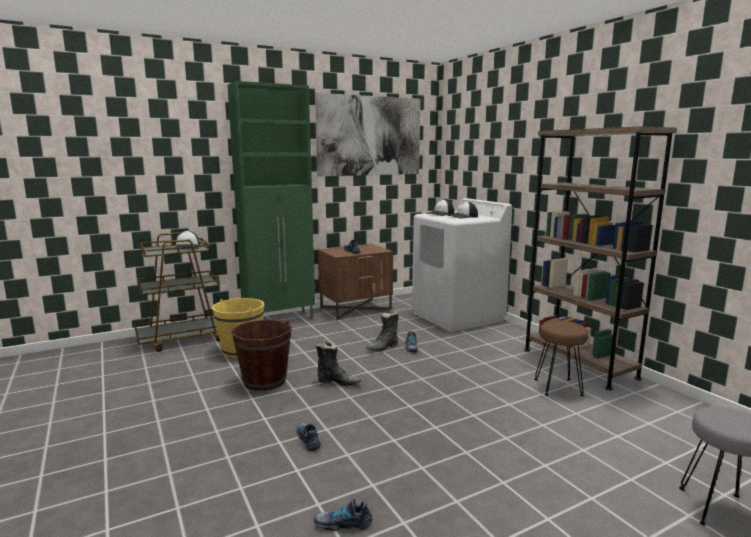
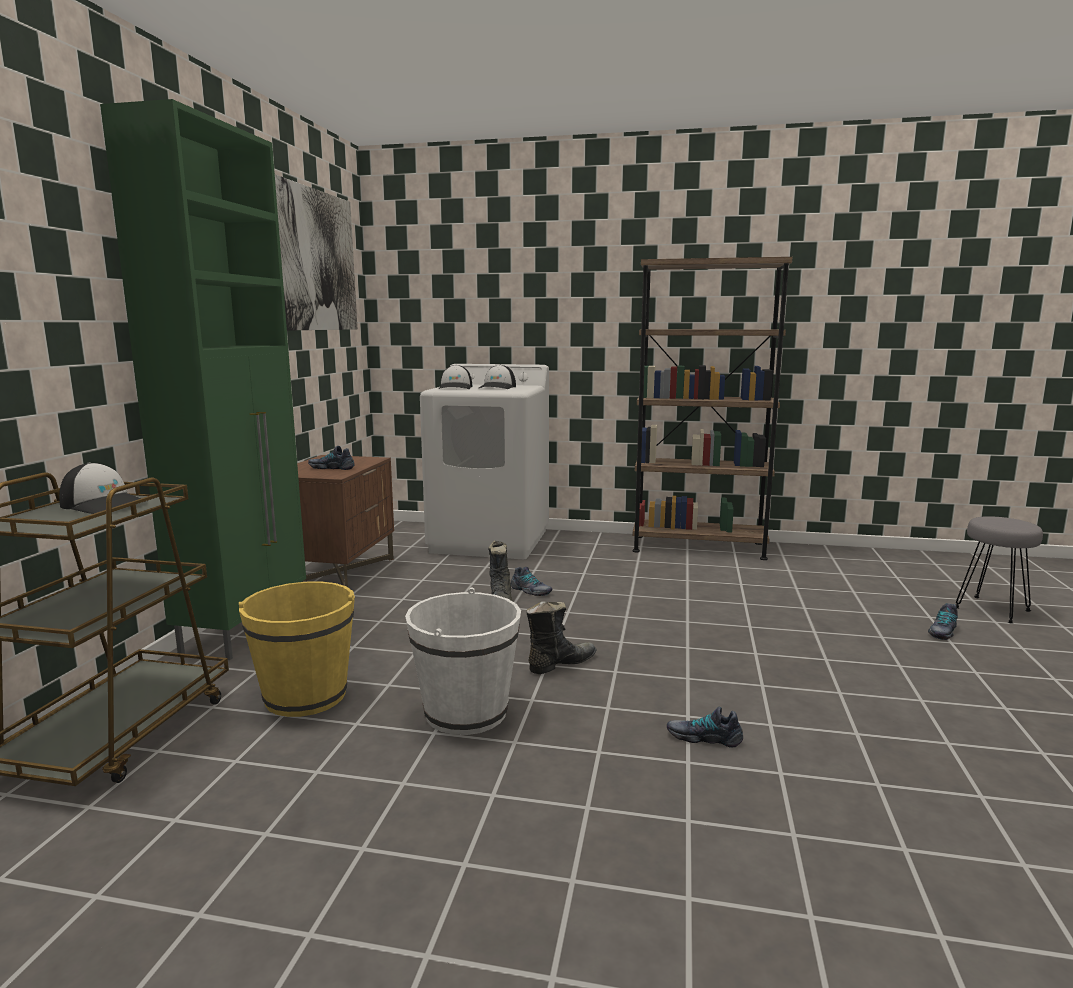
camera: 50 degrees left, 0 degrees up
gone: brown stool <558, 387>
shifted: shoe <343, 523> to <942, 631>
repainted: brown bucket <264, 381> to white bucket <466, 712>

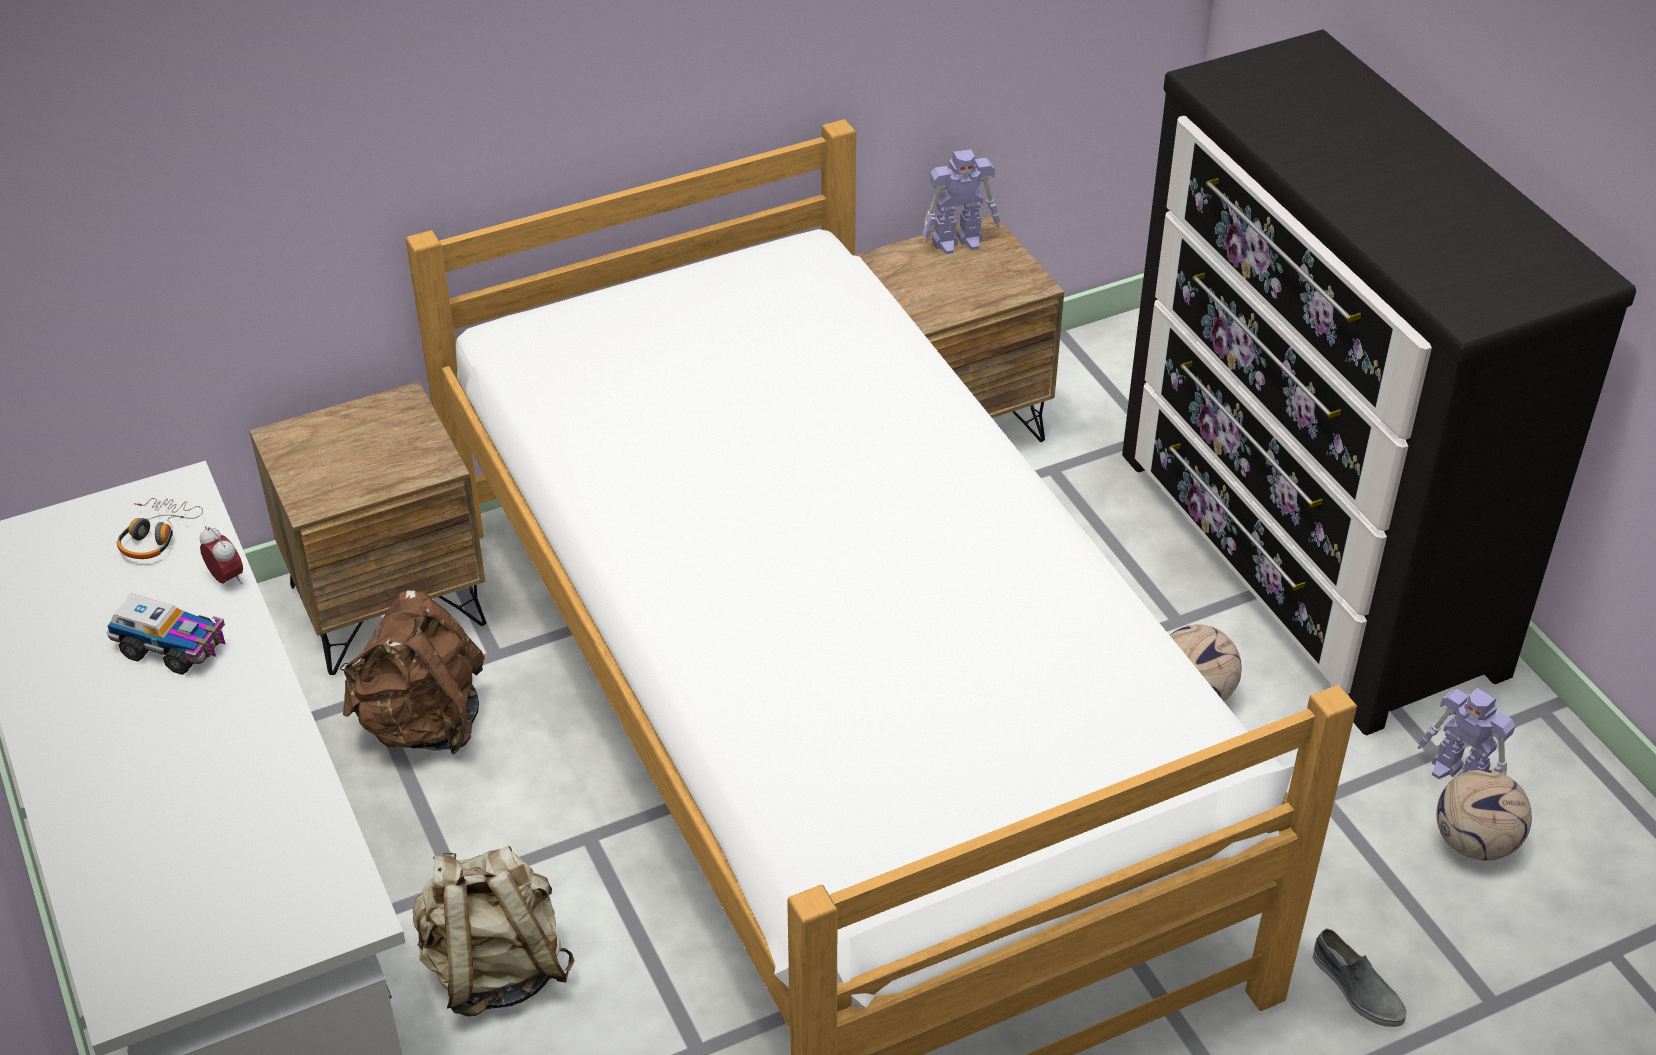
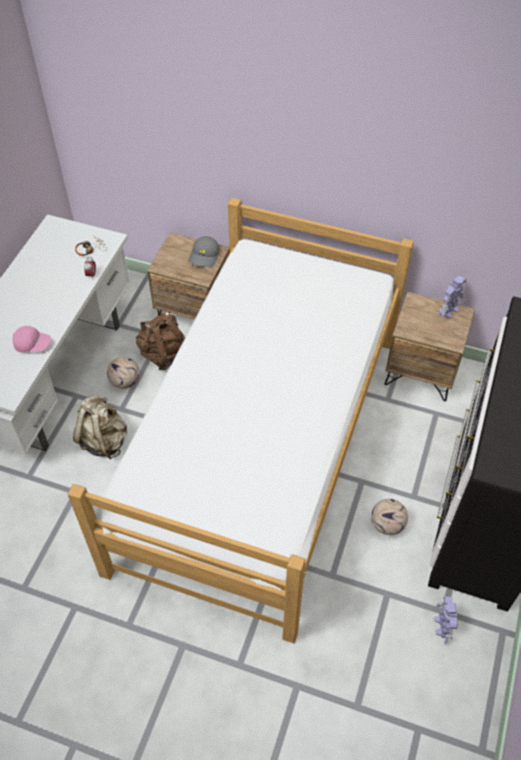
camera: 45 degrees right, 10 degrees up
gone: toy truck <173, 647>; grey shoe <1356, 988>
new: pink cap <33, 344>; grey cap <204, 256>
shifted: football <1473, 842> to <125, 381>
rotated: toy robot <959, 241> = <449, 310> 75 degrees counterclockwise

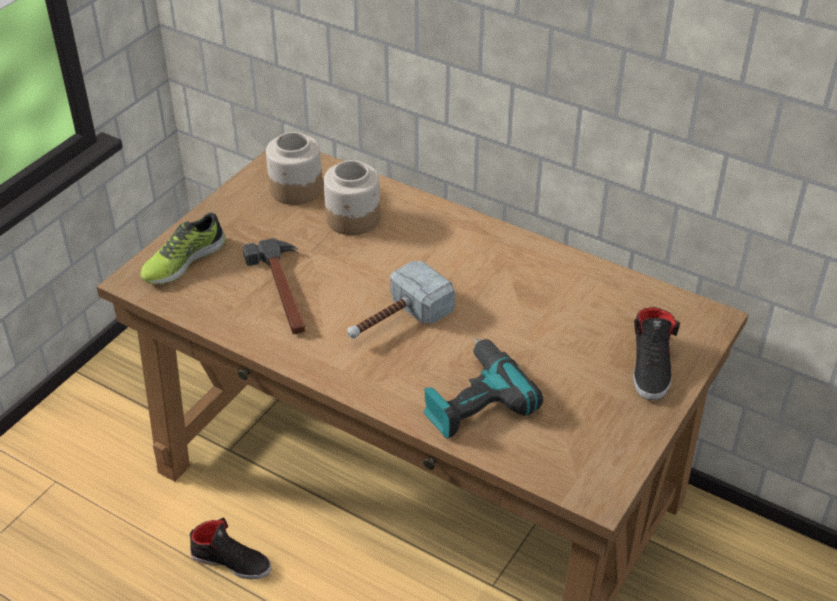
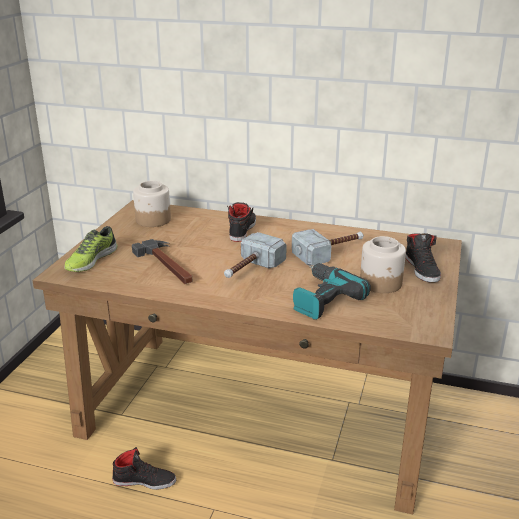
camera: 15 degrees left, 15 degrees down
new: black shoe <242, 229>; hammer <330, 252>
shifted: jar <353, 219> to <381, 283>

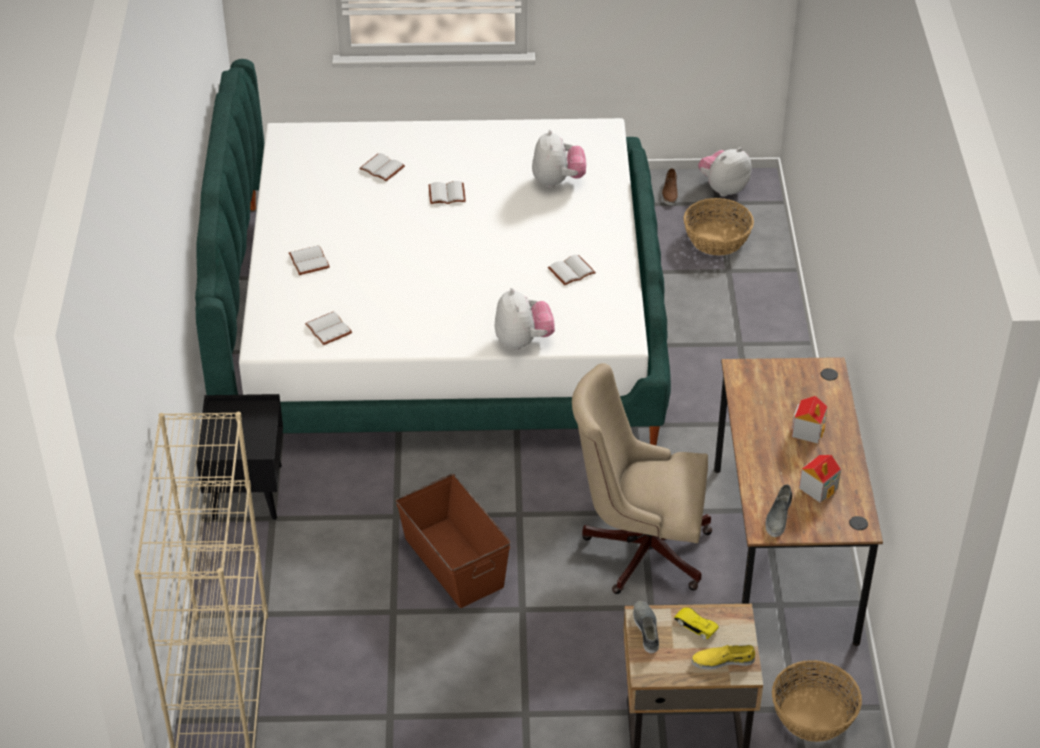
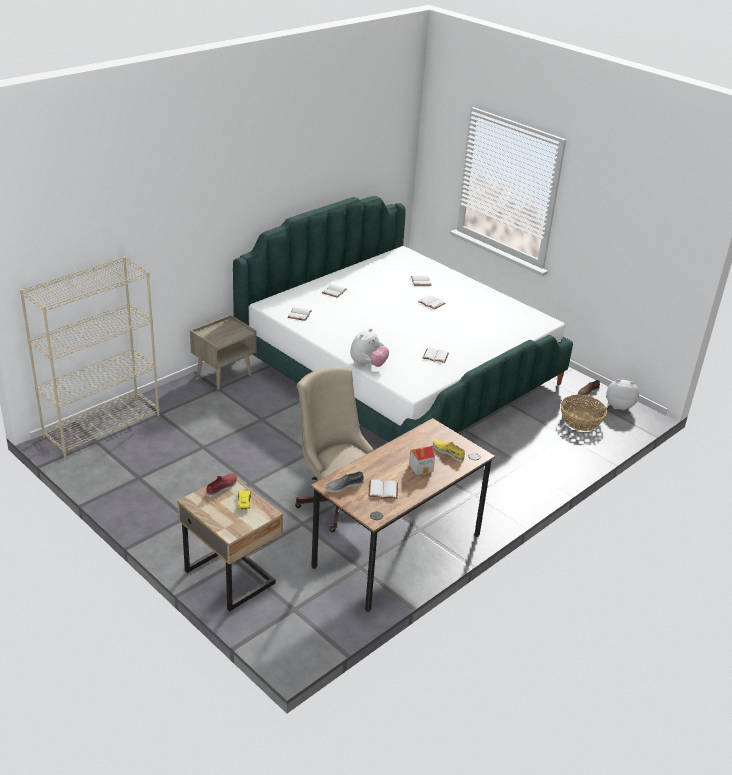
camera: 45 degrees right, 10 degrees down
gone: brown storage box <453, 563>; plush toy <557, 181>; basket <814, 714>
shifted: yellow shoe <722, 660> to <448, 452>
swapped: toy house <818, 488> to white book <383, 490>
repainted: black nightstand <246, 491> to beige nightstand <224, 374>; grey shoe <646, 629> to red shoe <222, 487>

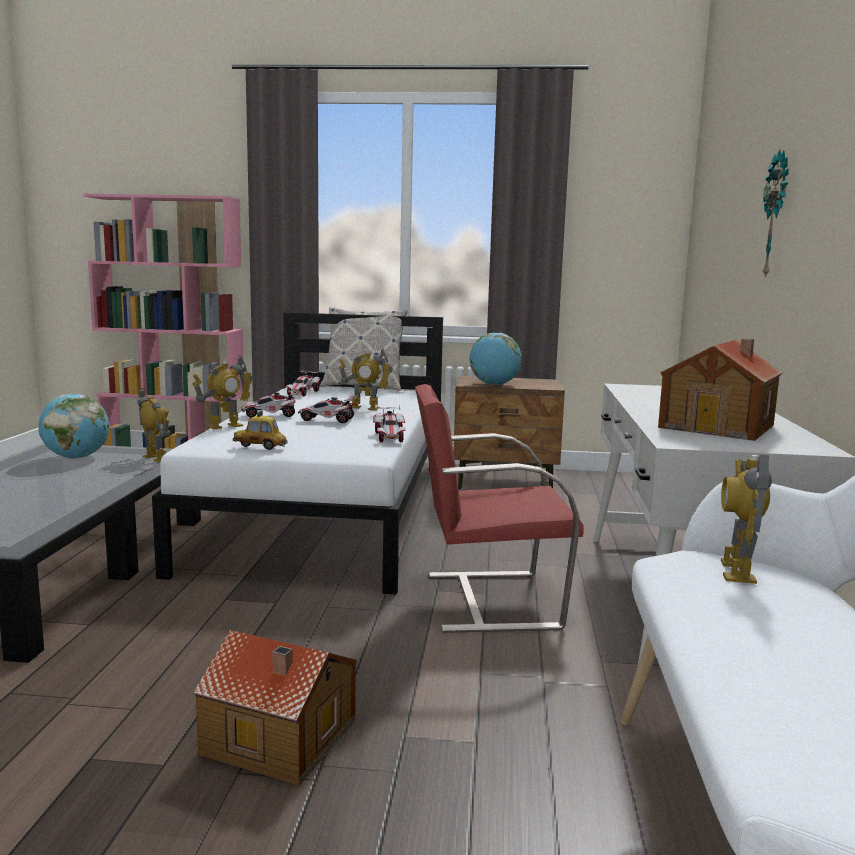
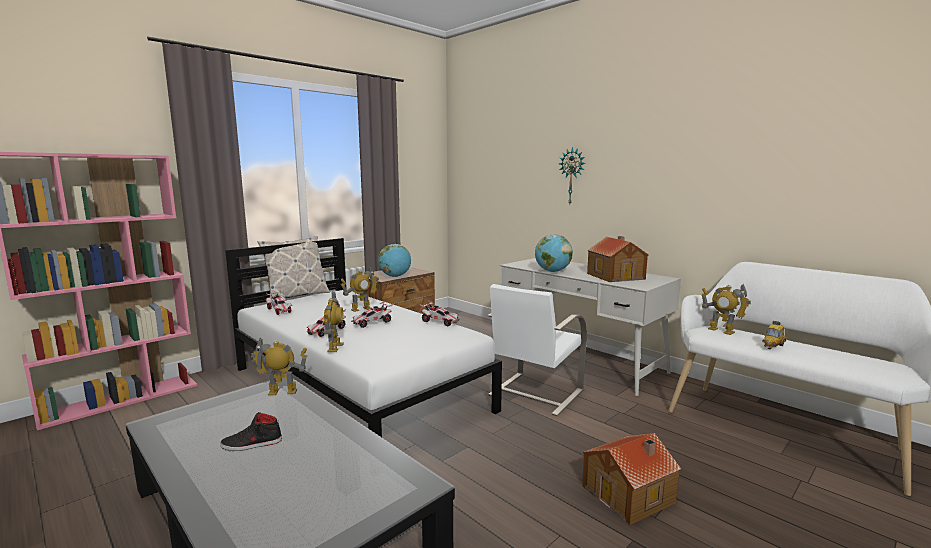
camera: 50 degrees left, 0 degrees up
new: black shoe <251, 444>
shifted: globe <76, 457> to <552, 271>; toy car <260, 447> to <773, 346>
repainted: red chair <487, 600> to white chair <534, 393>

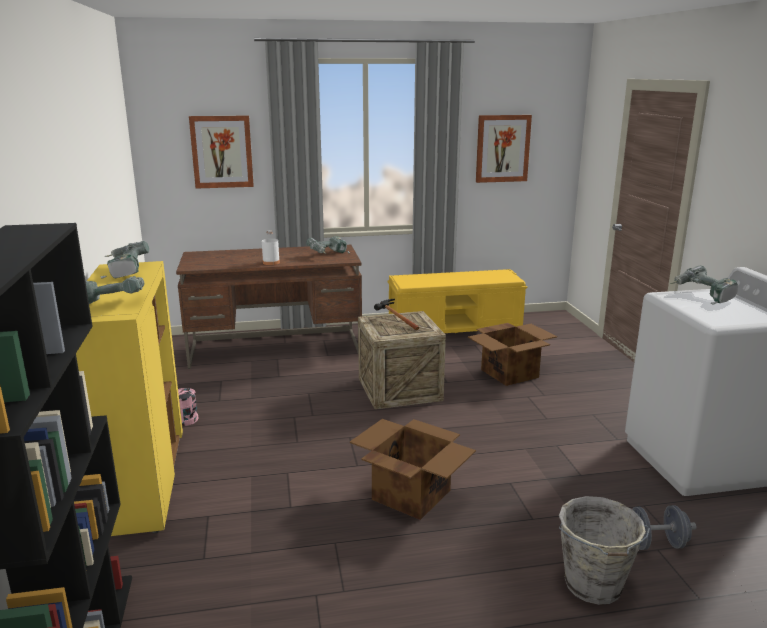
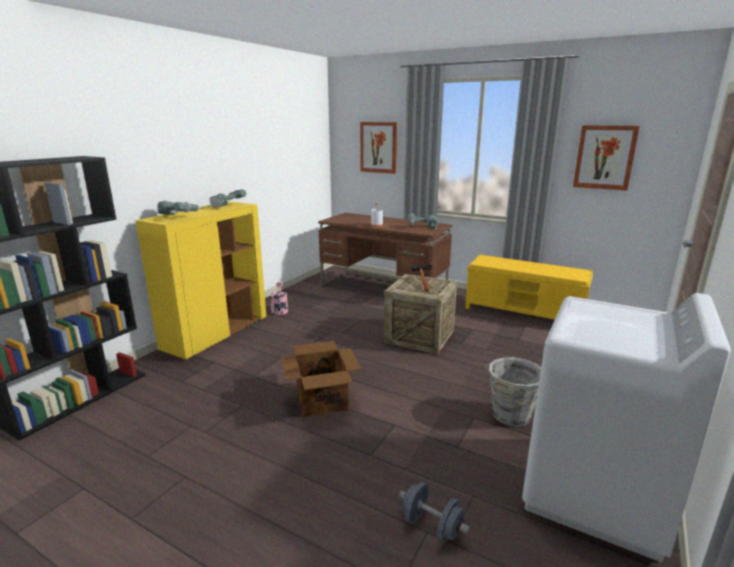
camera: 40 degrees right, 0 degrees up
gone: cardboard box <510, 373>; power drill <702, 296>
shifted: grey bucket <593, 586> to <510, 416>

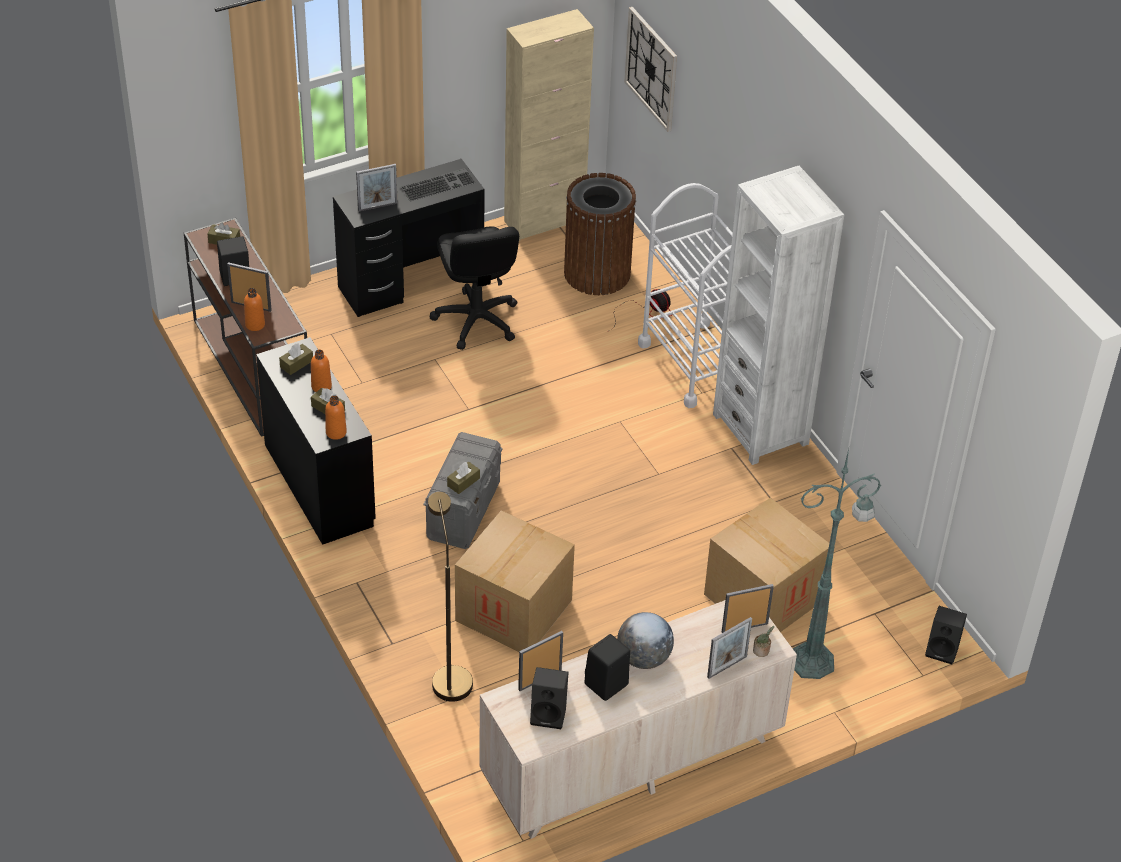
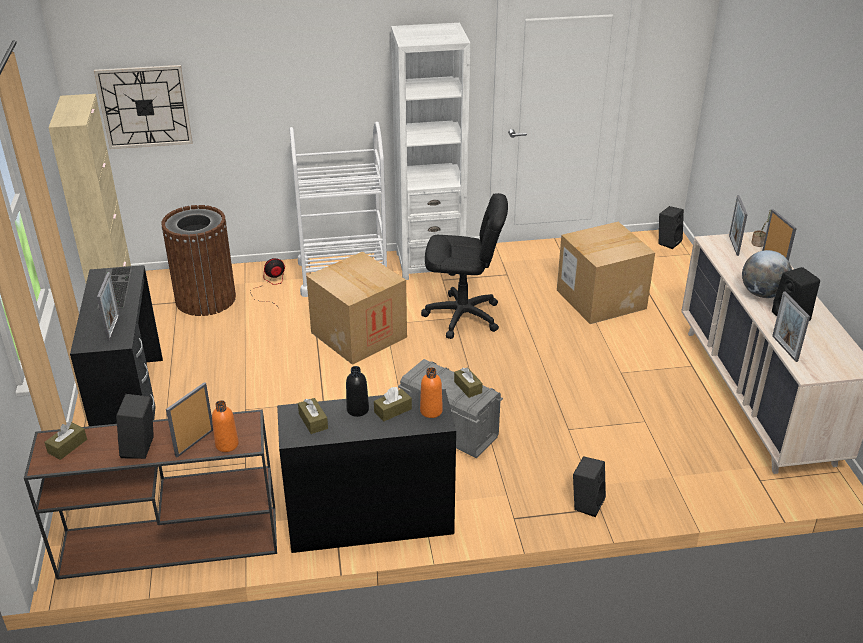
camera: 70 degrees left, 10 degrees down
gone: brown floor lamp <449, 676>; green floor lamp <814, 661>
shifted: cardboard box <513, 610> to <359, 335>; black office chair <476, 320> to <462, 316>; black speaker <549, 714> to <586, 503>
repainted: orange bottle <321, 386> to black bottle <357, 409>

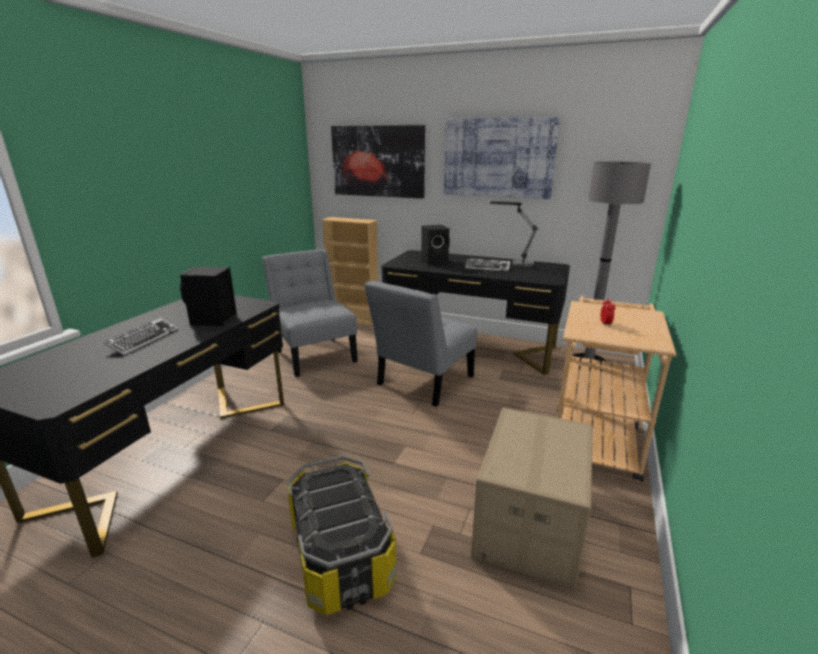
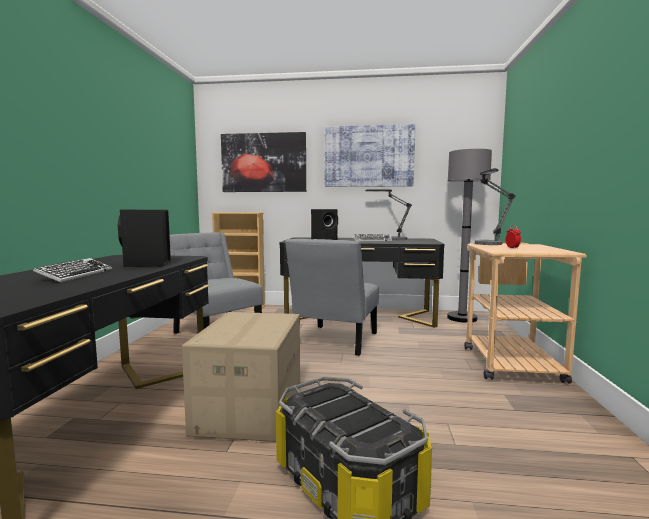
camera: 15 degrees left, 15 degrees down
new: table lamp <489, 244>
shifted: cardboard box <528, 524> to <249, 407>

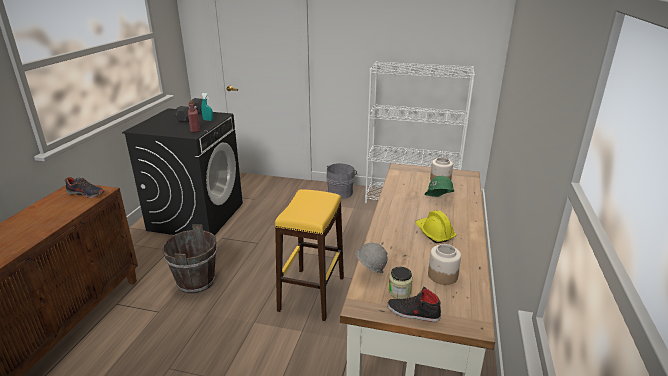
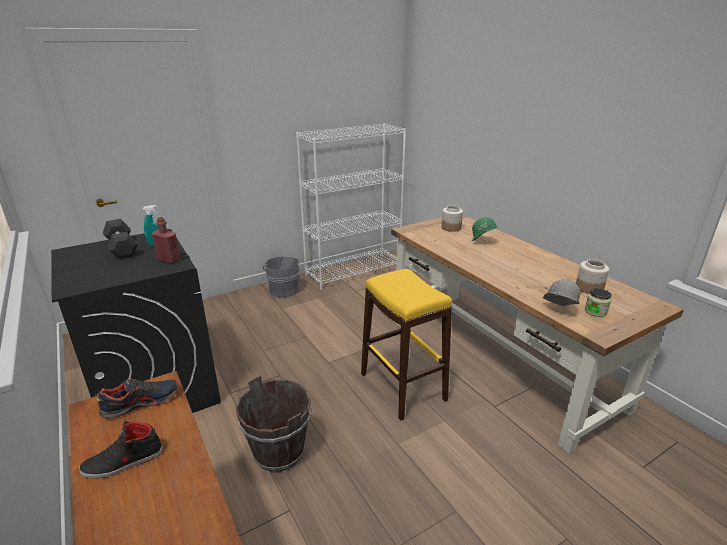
camera: 45 degrees left, 0 degrees up
gone: yellow hard hat <434, 233>
shifted: black shoe <413, 313> to <123, 462>

